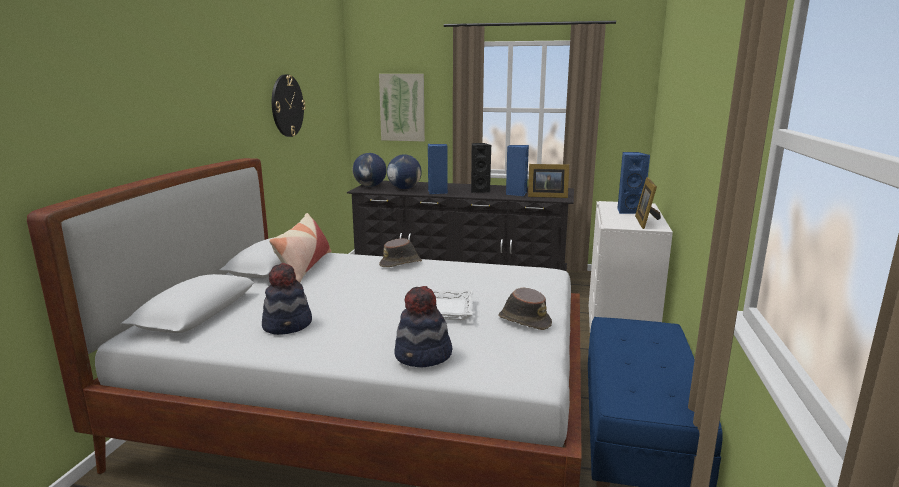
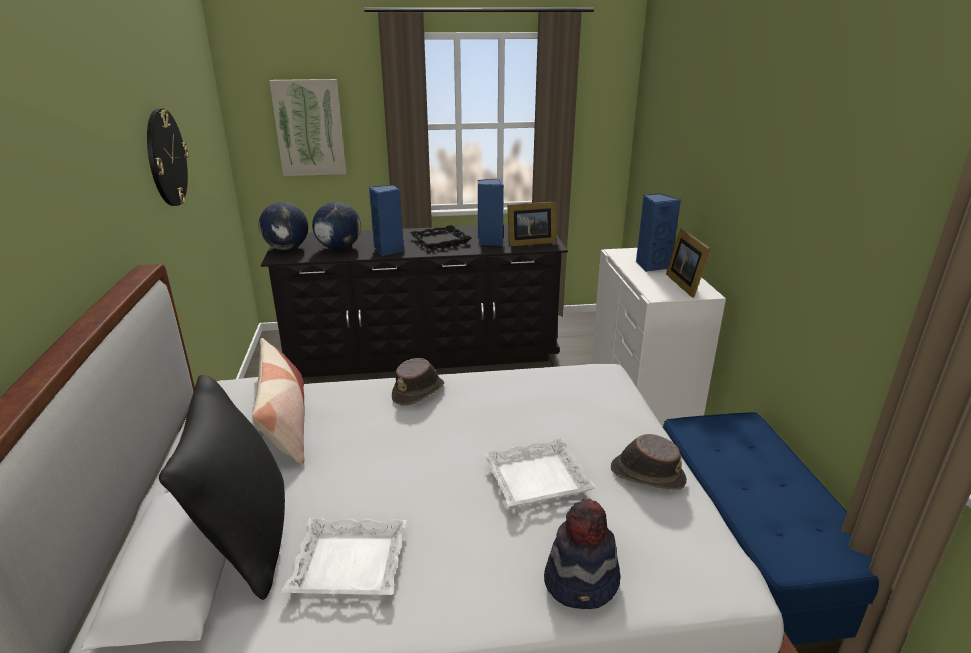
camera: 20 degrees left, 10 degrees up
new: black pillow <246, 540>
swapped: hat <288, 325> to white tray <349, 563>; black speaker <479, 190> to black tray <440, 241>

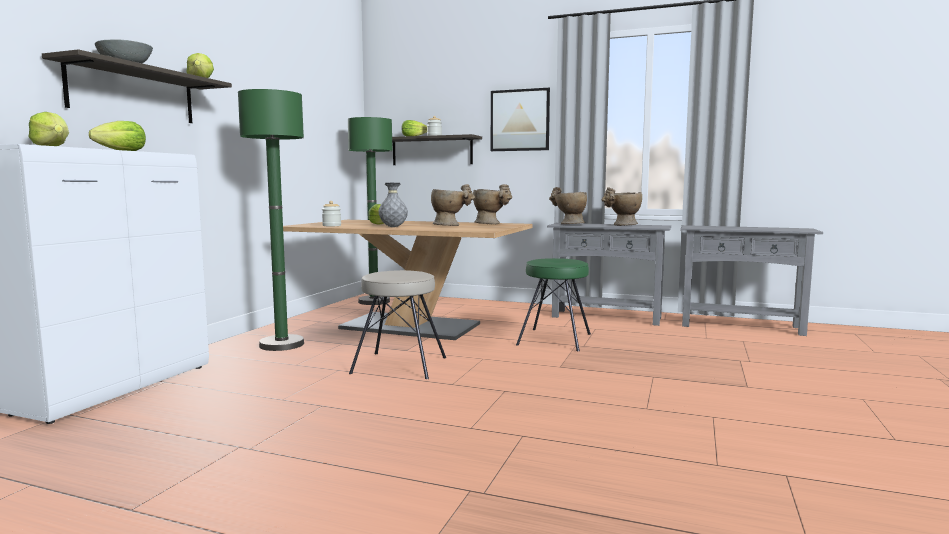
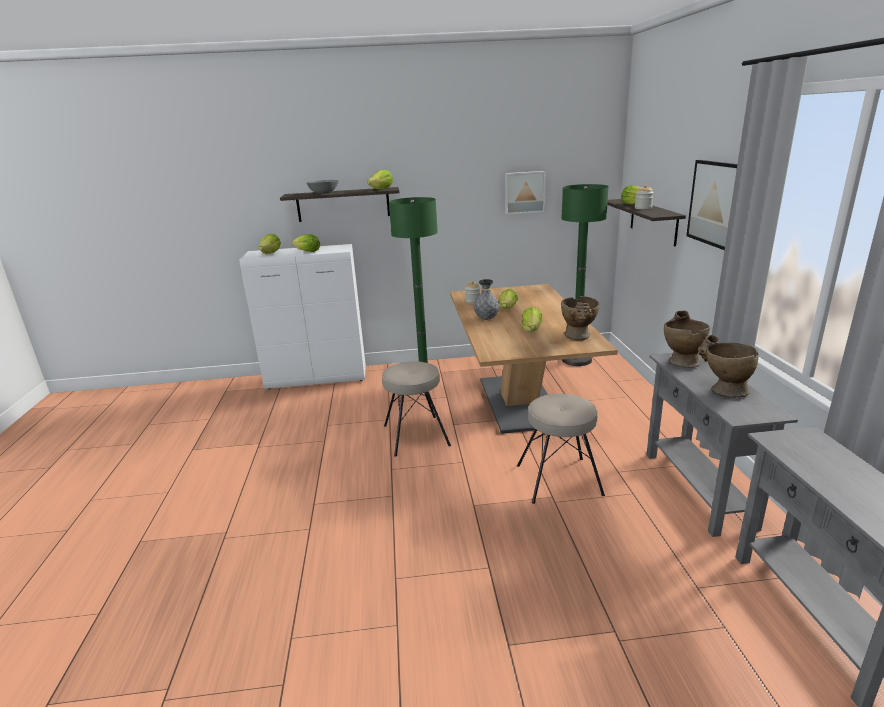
camera: 65 degrees right, 15 degrees up
new: picture <524, 192>
swapped: beige vase <451, 225> to lettuce <532, 330>
repainted: green stool <555, 339> to beige stool <559, 480>

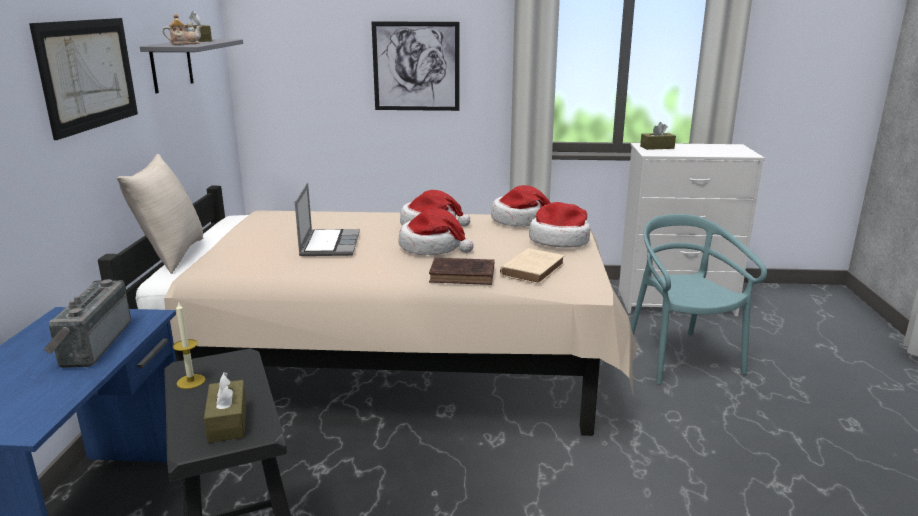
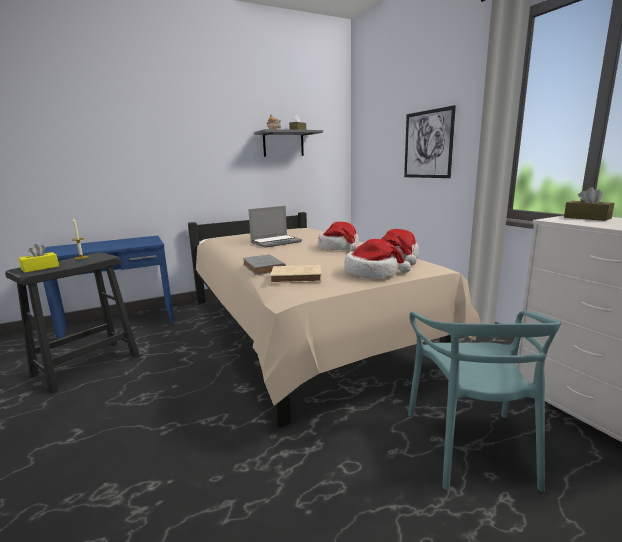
camera: 60 degrees right, 5 degrees down
gone: picture <89, 74>; radio <91, 344>; beige pillow <171, 255>; hat <432, 247>
repainted: brown tissue box <227, 422> to yellow tissue box <40, 268>; brown book <464, 275> to grey book <264, 268>
rotated: turquoise chair <681, 358> = <471, 446> 135 degrees clockwise

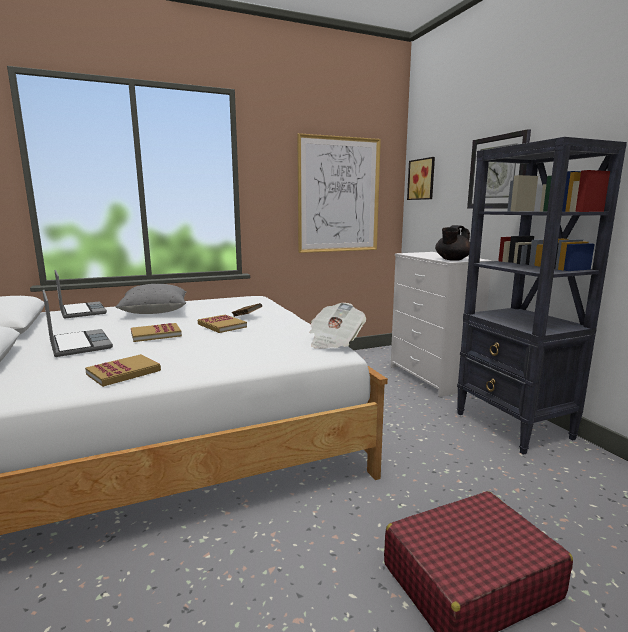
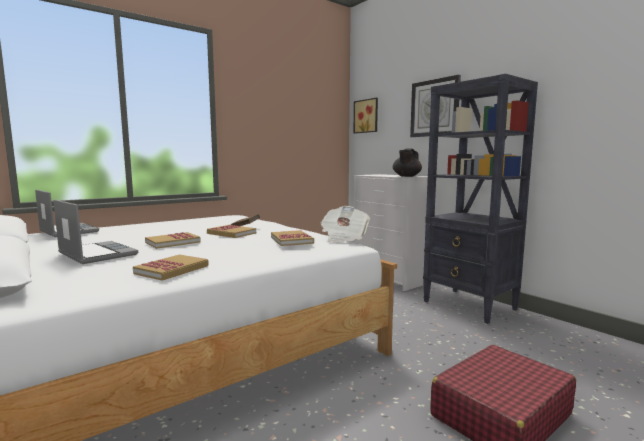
camera: 15 degrees left, 5 degrees down
gone: grey pillow <155, 312>; picture <339, 195>
new: book <291, 240>

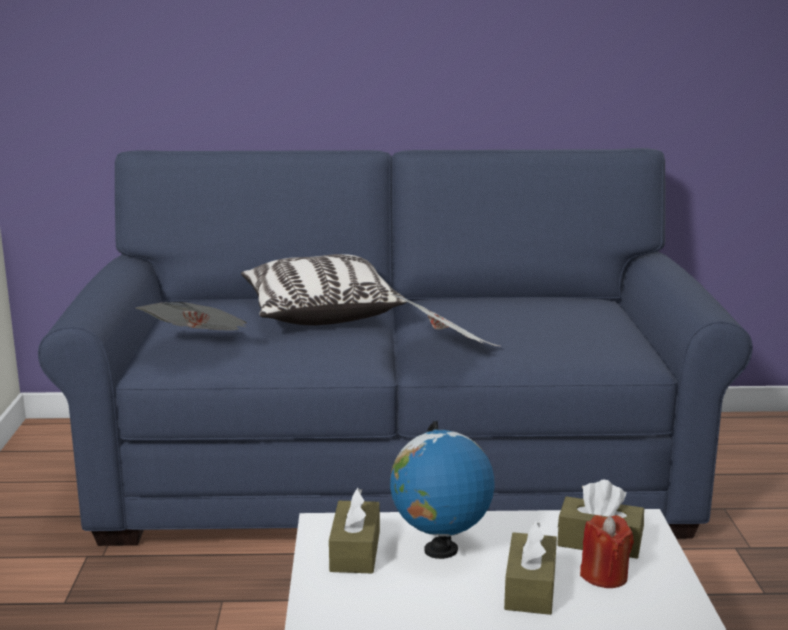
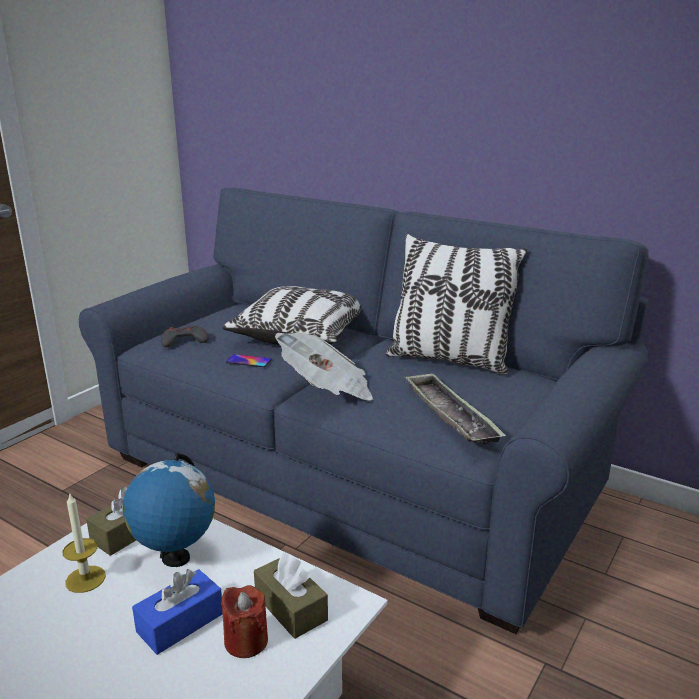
camera: 35 degrees right, 5 degrees up
new: candle <85, 579>; phone <248, 361>; pillow <449, 360>; tray <450, 414>
swapped: newspaper <198, 346> to grey game controller <184, 341>
repainted: brown tissue box <530, 588> to blue tissue box <180, 623>

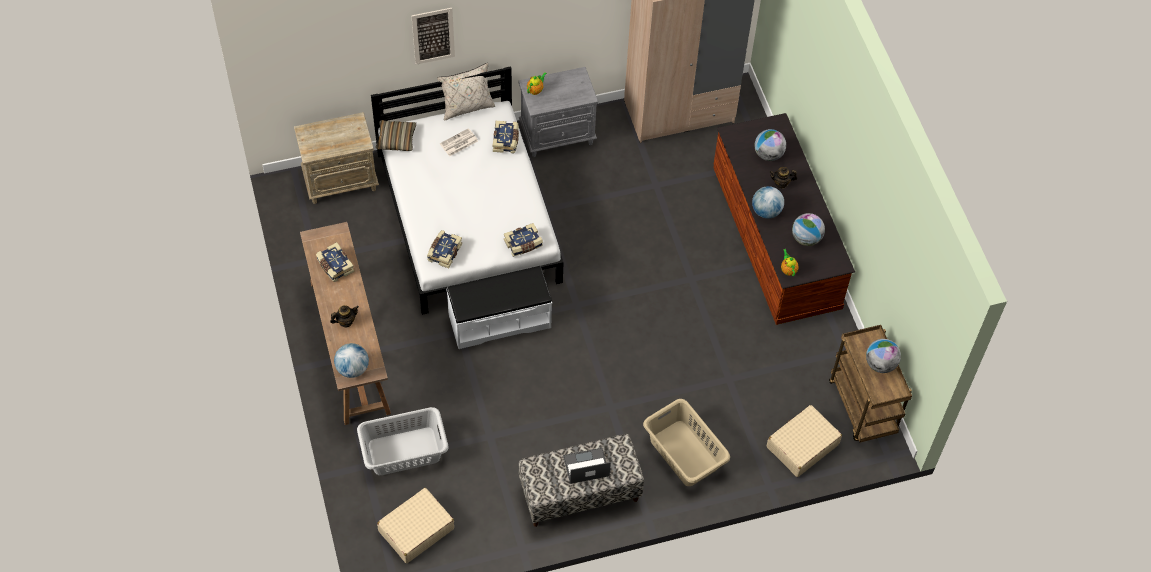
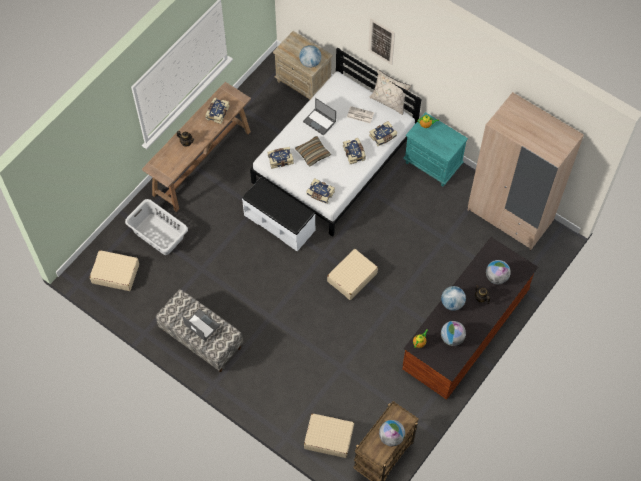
camera: 55 degrees right, 5 degrees up
gone: beige laundry basket <684, 454>
new: laptop <320, 122>; beige suitcase <352, 277>; book <354, 153>
shifted: pillow <396, 139> to <313, 153>; globe <352, 369> to <310, 63>
repainted: grey nightstand <558, 135> to turquoise nightstand <433, 164>

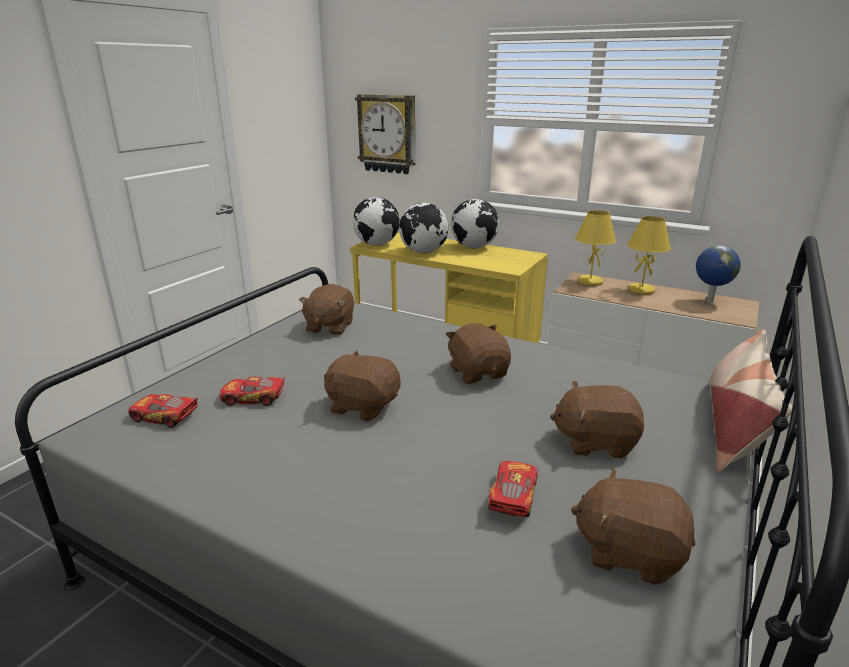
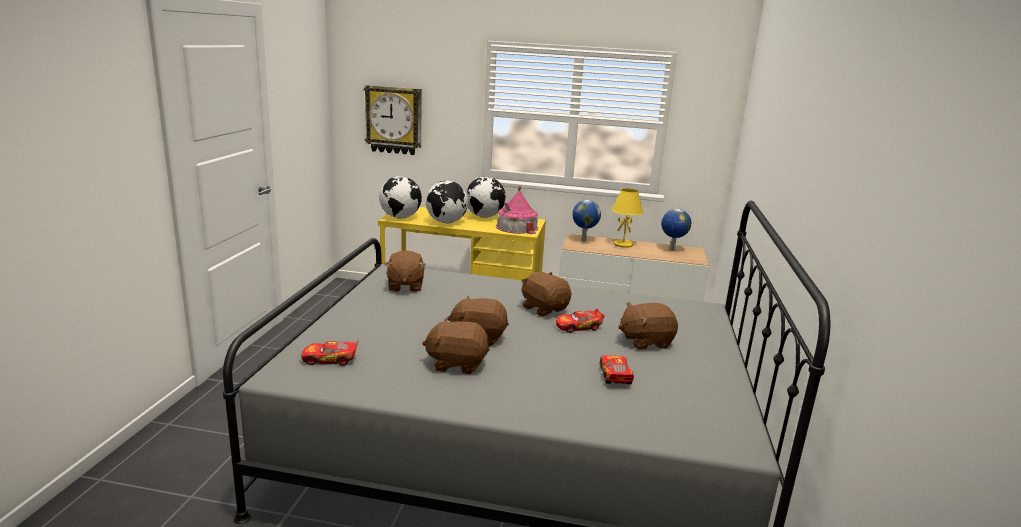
camera: 20 degrees left, 5 degrees down
gone: pillow <735, 425>
new: toy house <517, 227>
shifted: brown plush toy <629, 552> to <457, 363>; toy car <253, 398> to <578, 327>
swapped: yellow table lamp <589, 282> to globe <583, 240>

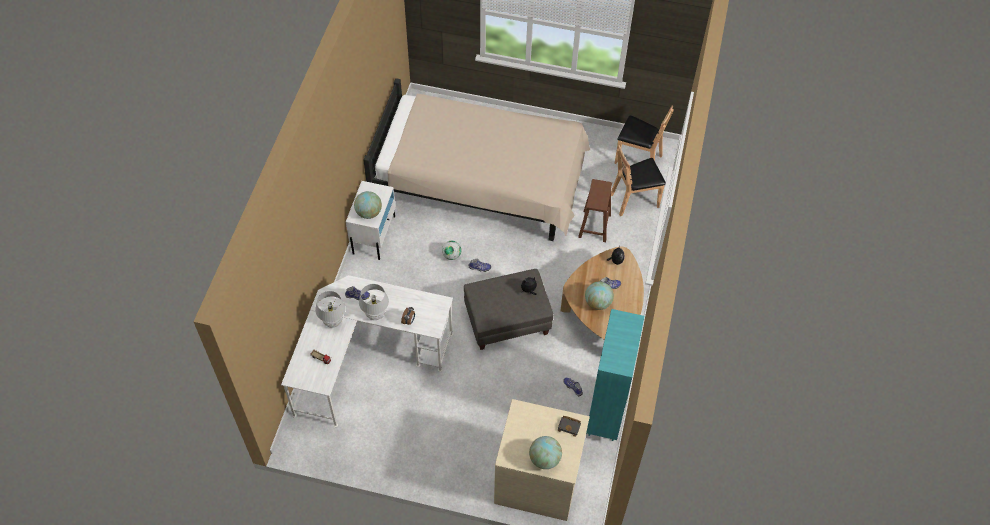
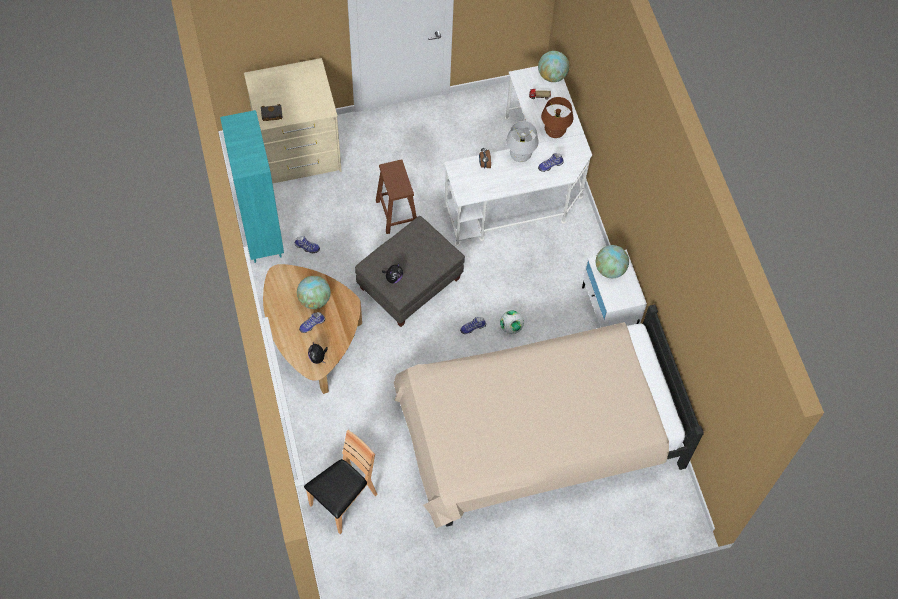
camera: 150 degrees right, 5 degrees up
gone: brown chair <638, 158>
shifted: brown stool <594, 226> to <396, 212>; globe <544, 459> to <552, 76>
repainted: white table lamp <333, 321> to brown table lamp <554, 132>

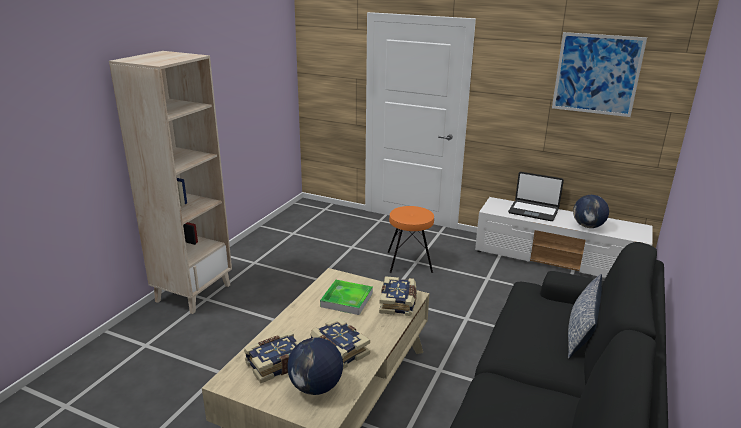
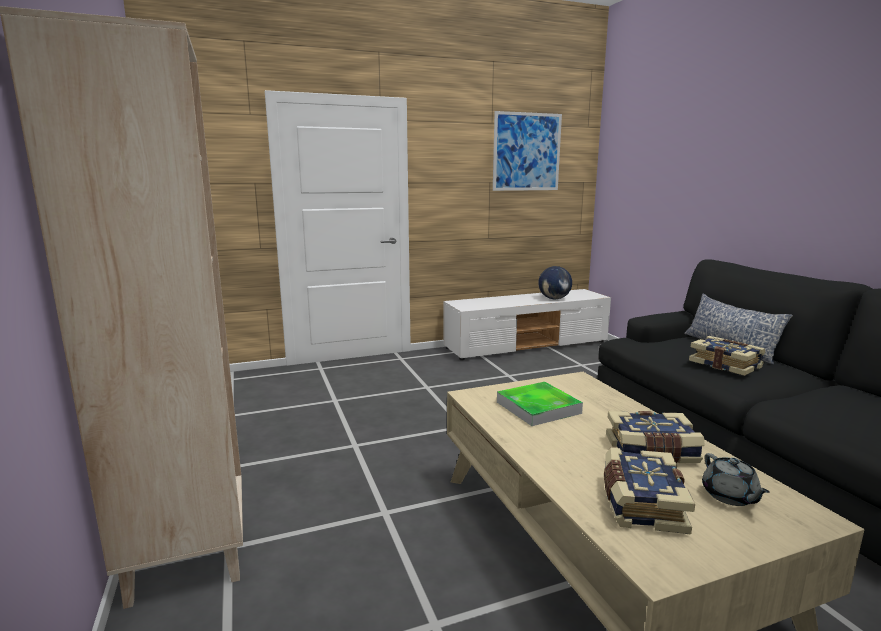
camera: 45 degrees left, 10 degrees down
gone: orange stool <409, 262>; laptop <533, 211>
shifted: book <398, 303> to <725, 364>
swapped: globe <316, 387> to grey teapot <730, 496>

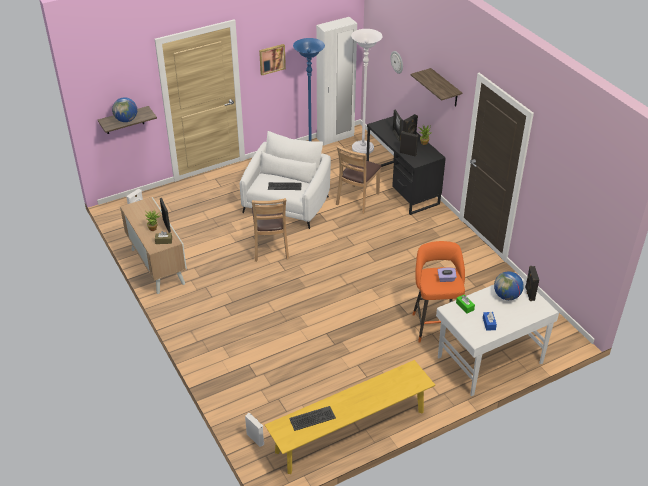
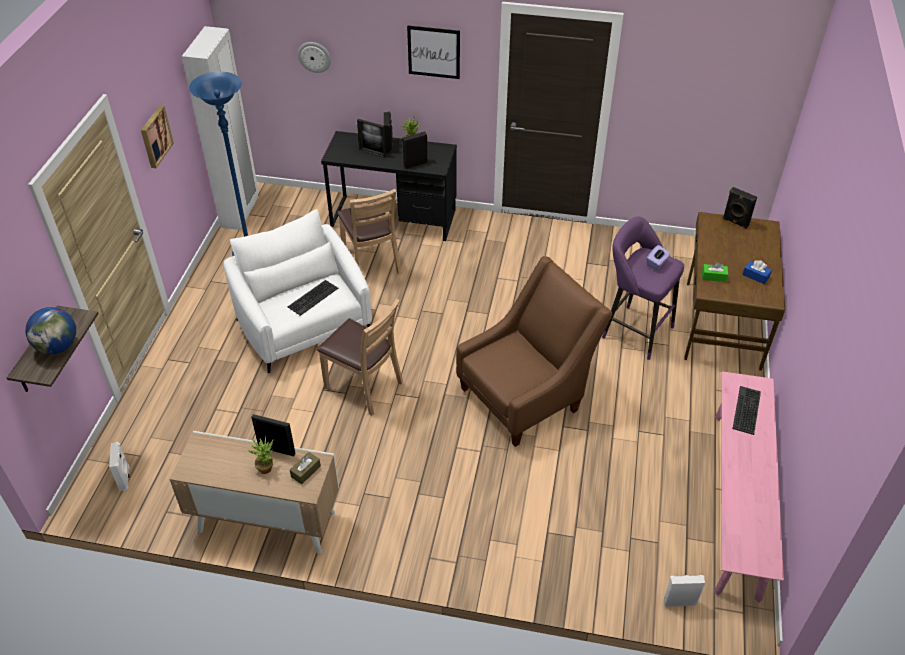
camera: 50 degrees left, 5 degrees up
gone: white floor lamp <363, 149>; globe <506, 296>
new: brown armchair <526, 395>
shifted: keyboard <312, 419> to <747, 410>
swapped: shelf <445, 88> to picture <434, 52>
repainted: orange stool <435, 324> to purple stool <634, 330>; white desk <489, 359> to brown desk <721, 324>; yellow bench <350, 431> to pink bench <736, 501>

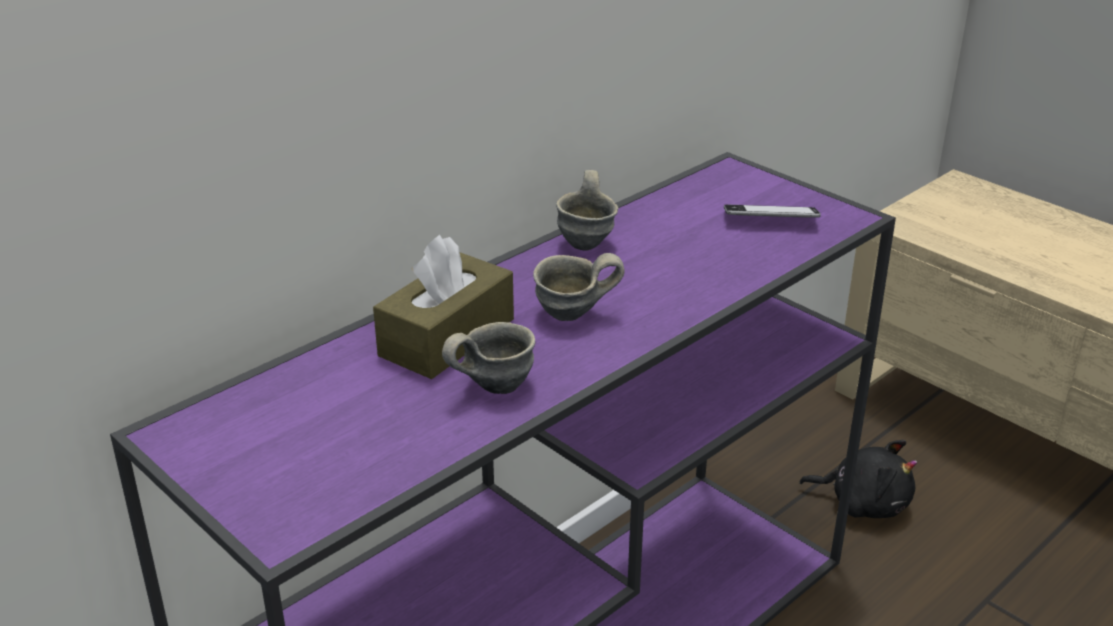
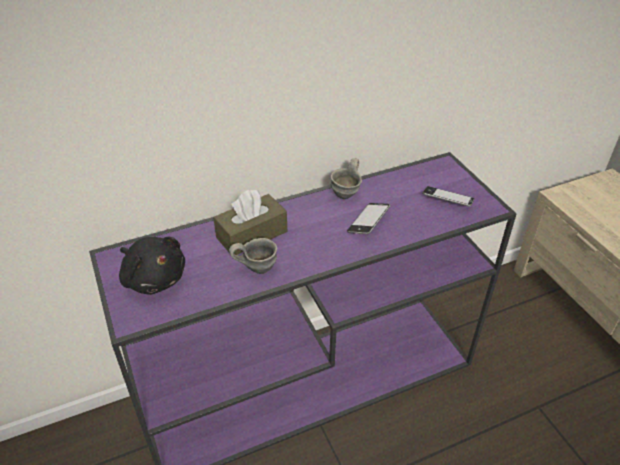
camera: 20 degrees right, 10 degrees up
gone: grey mug <573, 317>
new: phone <368, 222>
shifted: black plush toy <863, 503> to <154, 278>

